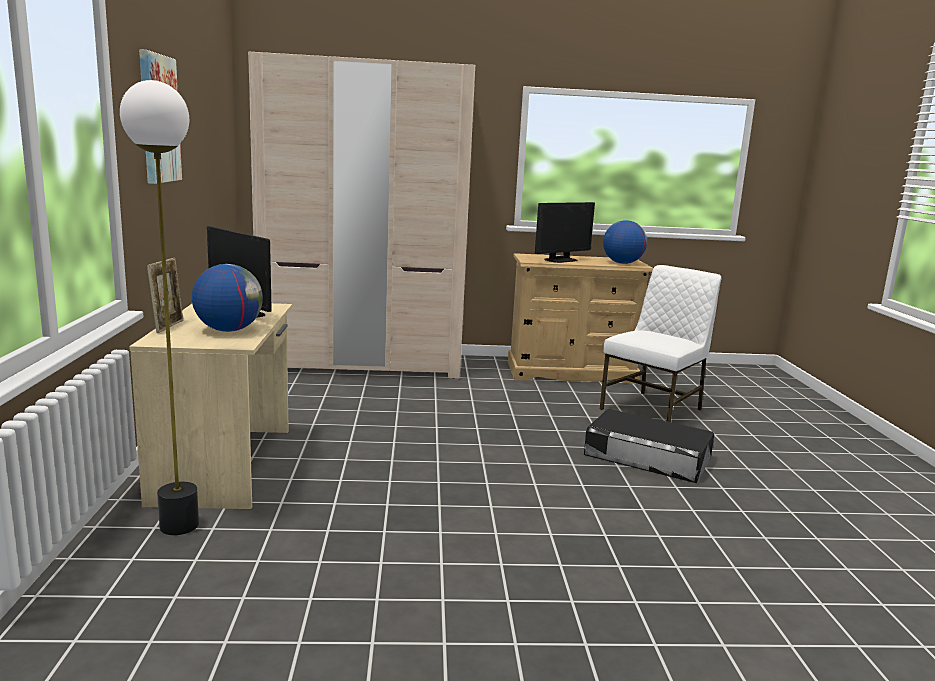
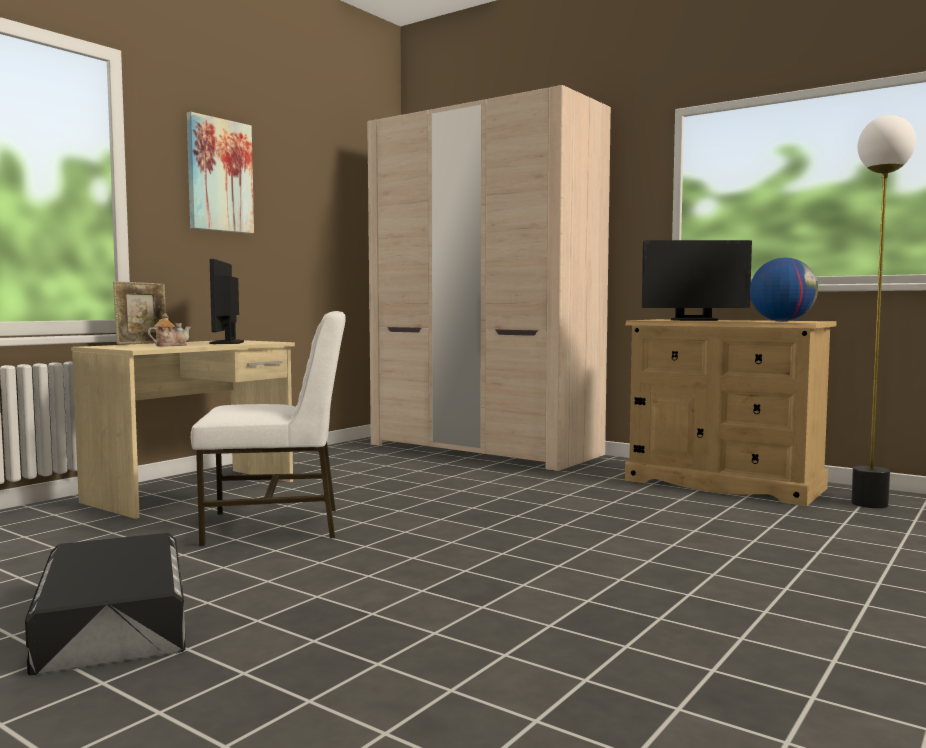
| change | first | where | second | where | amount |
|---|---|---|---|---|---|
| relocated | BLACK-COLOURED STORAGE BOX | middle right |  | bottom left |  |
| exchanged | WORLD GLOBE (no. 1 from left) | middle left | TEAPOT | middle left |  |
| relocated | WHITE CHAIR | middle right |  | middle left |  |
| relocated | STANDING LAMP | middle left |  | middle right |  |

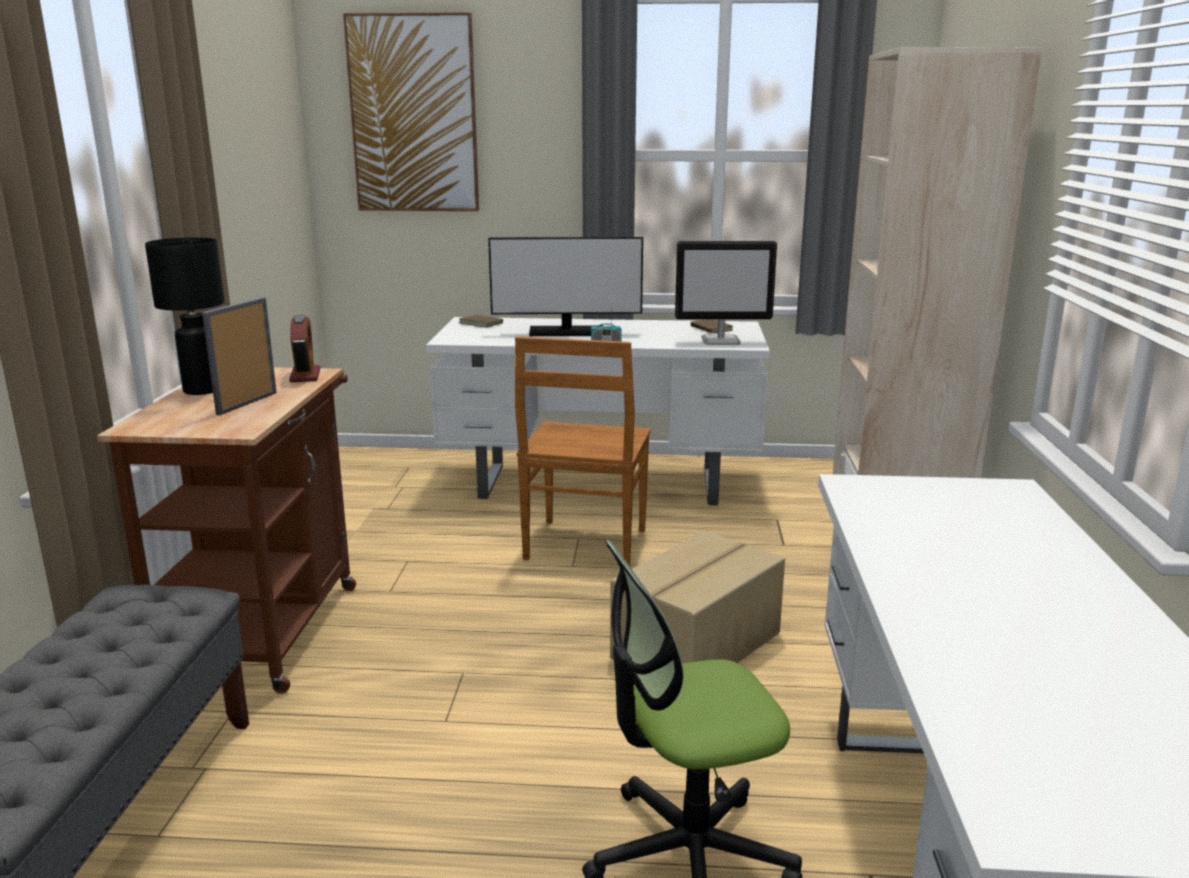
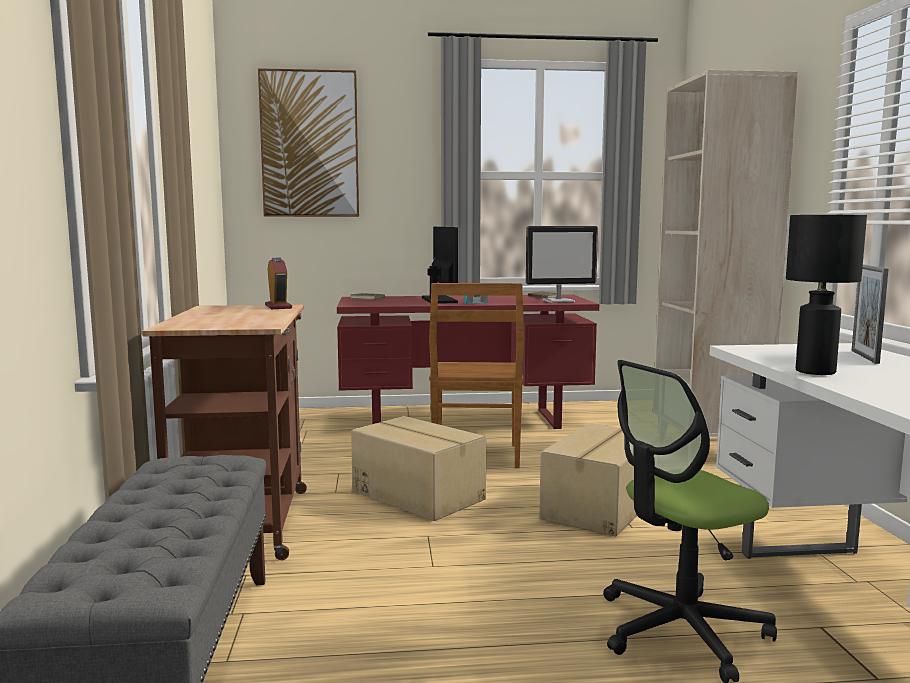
| change | first | where | second | where | amount |
|---|---|---|---|---|---|
| colour | WHITE DESK UNIT (no. 1 from left) | centre | RED-COLOURED DESK UNIT | centre |  |
| appeared |  |  | PACKING BOX (no. 1 from left) | bottom centre |  |
| spun | COMPUTER DISPLAY (no. 1 from left) | top centre |  | centre | 90 degrees counterclockwise |
| relocated | BLACK-COLOURED LAMP FOR A TABLE | middle left |  | middle right |  |
| relocated | PHOTO FRAME | middle left |  | middle right |  |

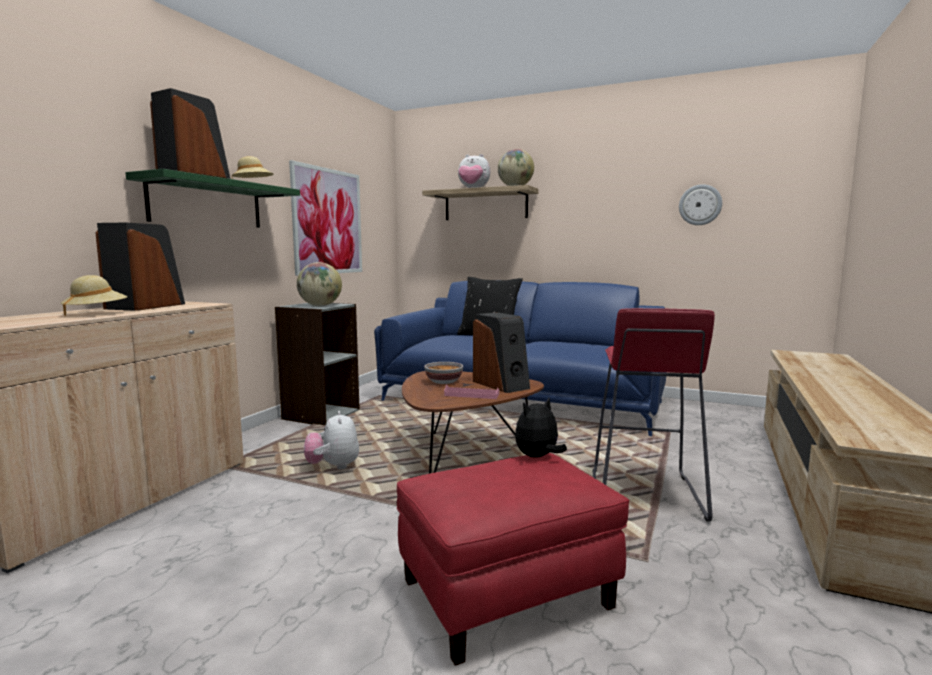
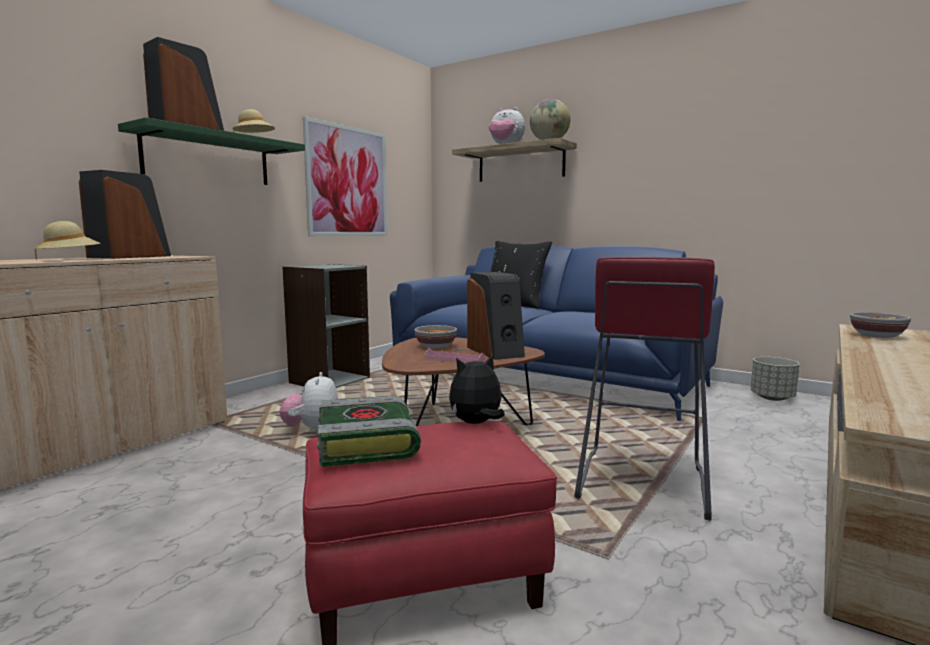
| change | first | where | second | where | amount |
|---|---|---|---|---|---|
| appeared |  |  | VOLUME | bottom centre |  |
| appeared |  |  | GREYISH PLANTER | middle right |  |
| appeared |  |  | BOWL (no. 2 from left) | middle right |  |
| missing | WORLD GLOBE (no. 1 from left) | centre |  |  |  |
| missing | WALL CLOCK | top right |  |  |  |

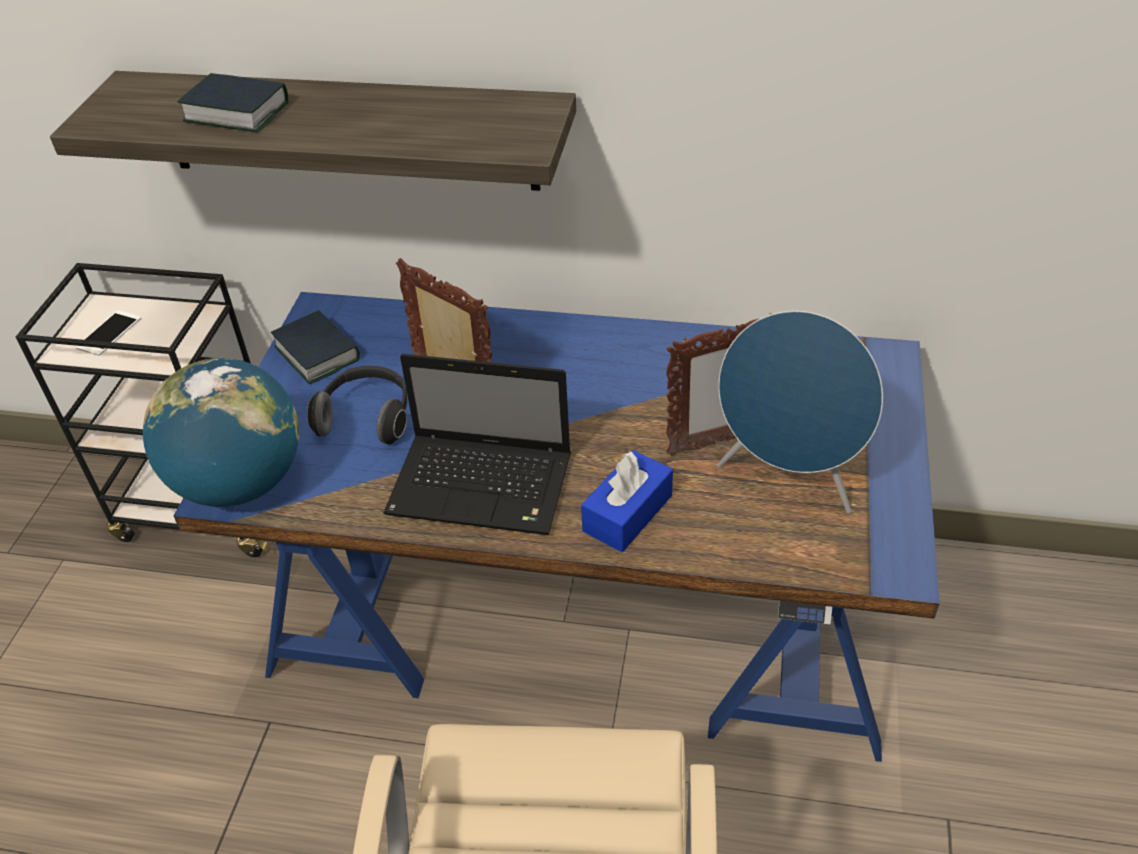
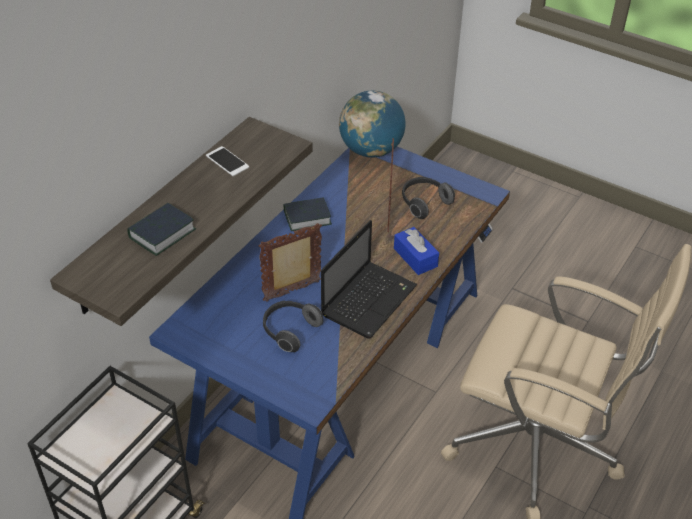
| change | first | where | second | where | amount |
|---|---|---|---|---|---|
| relocated | TELEPHONE | middle left |  | top left |  |
| relocated | VOLUME (no. 2 from left) | middle left |  | centre |  |
| relocated | WORLD GLOBE | middle left |  | top centre |  |
| exchanged | BLUE AUDIO SPEAKER | middle right | PAIR OF HEADPHONES (no. 2 from left) | centre |  |

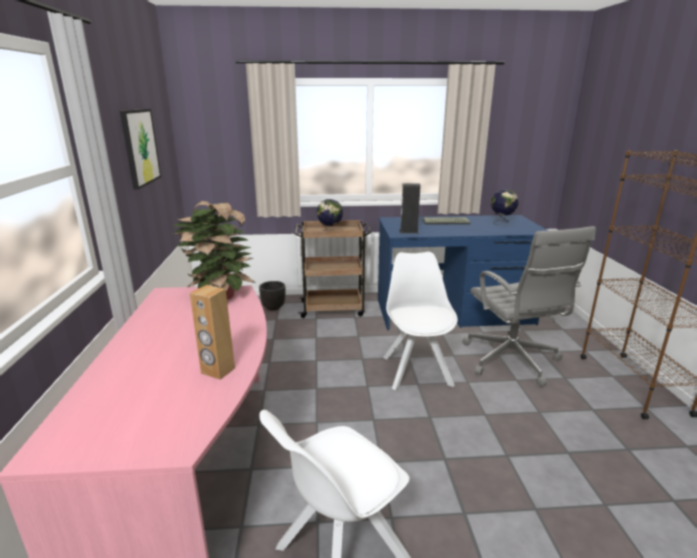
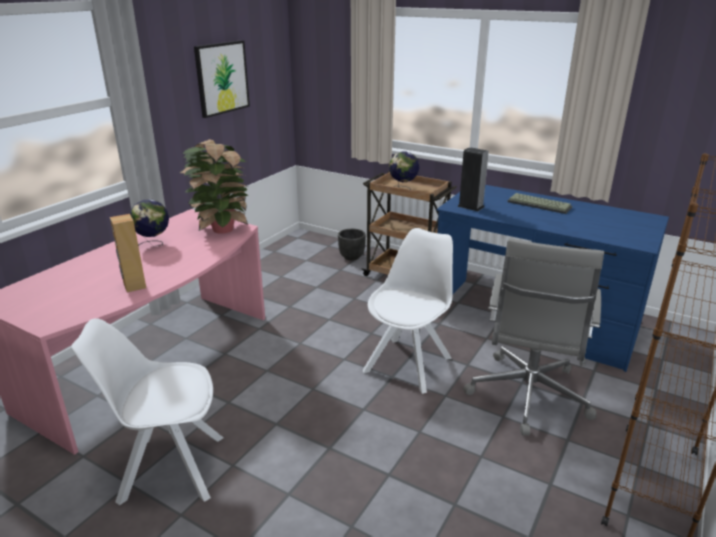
| change | first | where | second | where | amount |
|---|---|---|---|---|---|
| relocated | WORLD GLOBE (no. 2 from left in the first image) | middle right | WORLD GLOBE (no. 1 from left) | middle left |  |

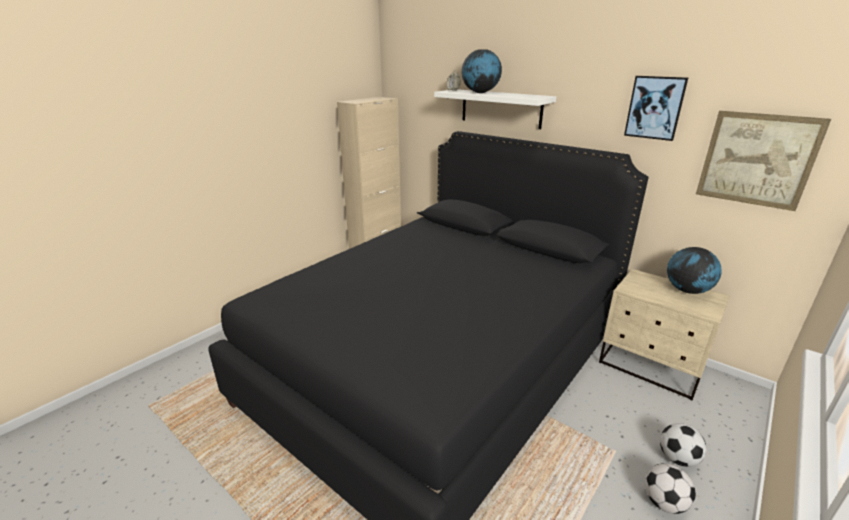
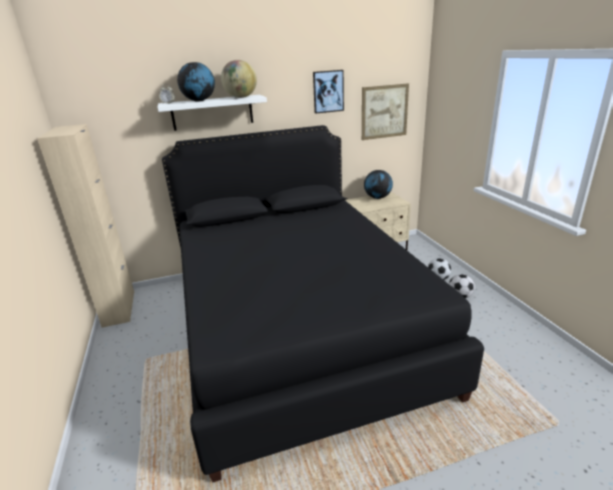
| change | first | where | second | where | amount |
|---|---|---|---|---|---|
| appeared |  |  | WORLD GLOBE (no. 2 from left) | top centre |  |

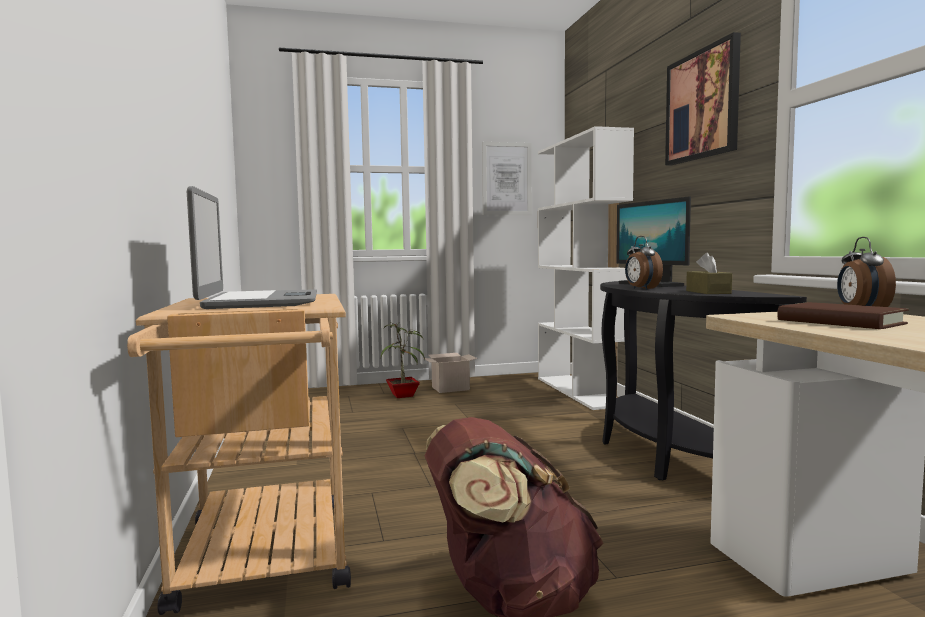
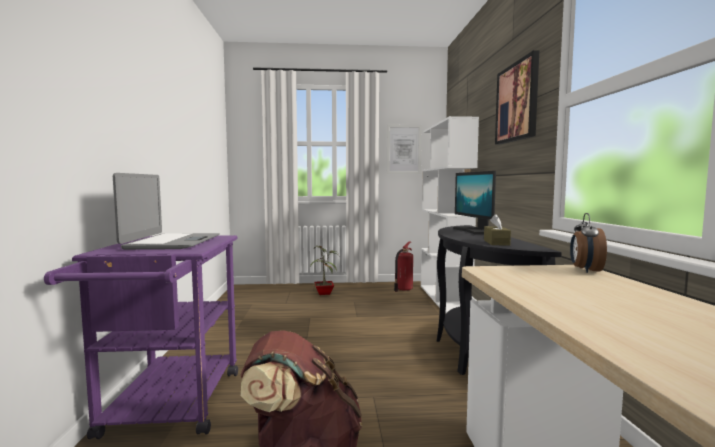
| change | first | where | second | where | amount |
|---|---|---|---|---|---|
| colour | BEIGE WHEELED CART | bottom left | PURPLISH WHEELED CART | bottom left |  |
| appeared |  |  | FIRE-FIGHTING CYLINDER | centre |  |
| missing | PACKING BOX | centre |  |  |  |
| missing | BEDSIDE CLOCK (no. 1 from left) | middle right |  |  |  |
| missing | BROWN-COLOURED VOLUME | middle right |  |  |  |

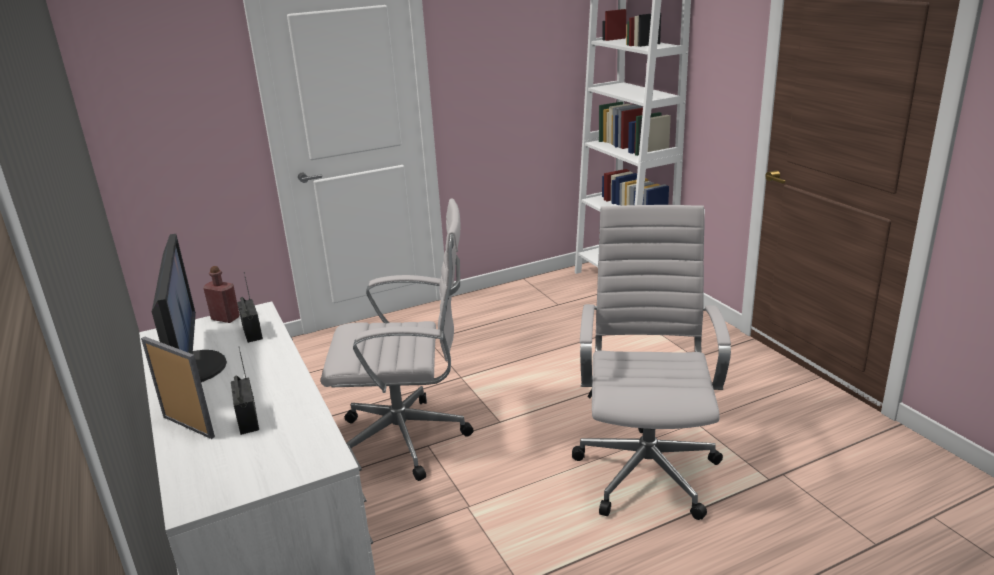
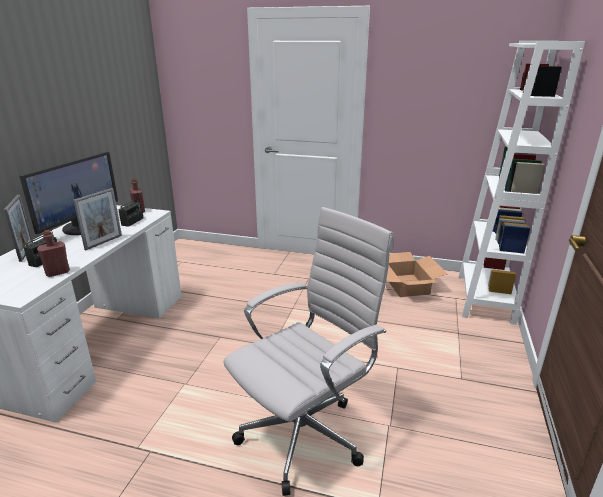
| change | first | where | second | where | amount |
|---|---|---|---|---|---|
| appeared |  |  | RED-COLOURED BOTTLE (no. 1 from left) | middle left |  |
| appeared |  |  | PHOTO FRAME (no. 2 from left) | middle left |  |
| appeared |  |  | PACKING BOX | middle right |  |
| missing | WHITE COMPUTER CHAIR (no. 1 from left) | centre |  |  |  |

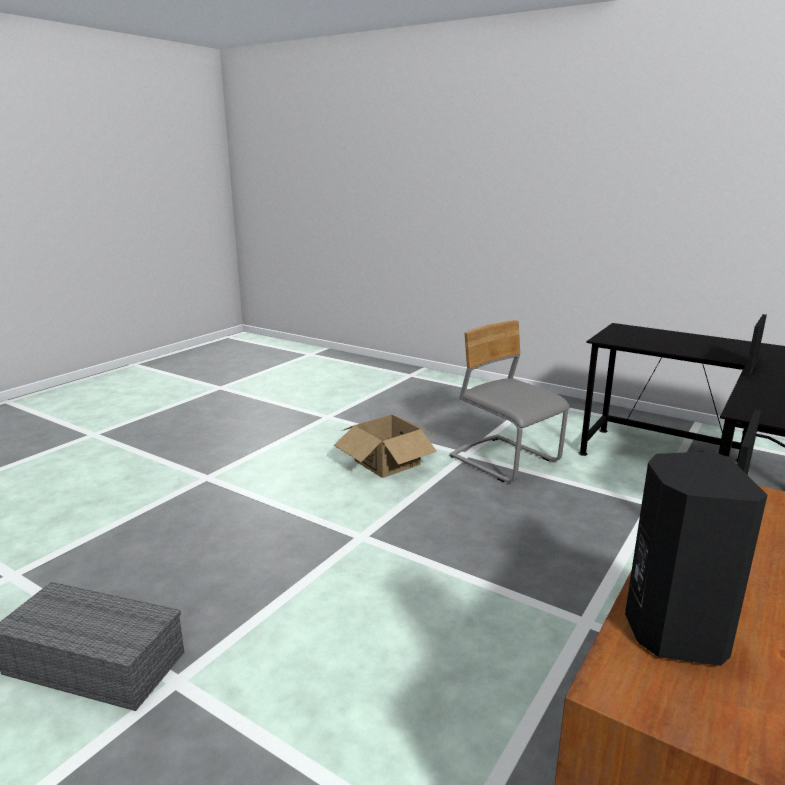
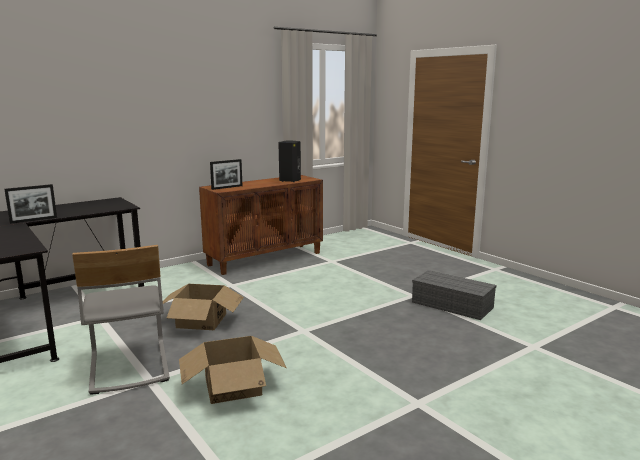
| change | first | where | second | where | amount |
|---|---|---|---|---|---|
| appeared |  |  | PACKING BOX (no. 1 from left) | bottom left |  |

